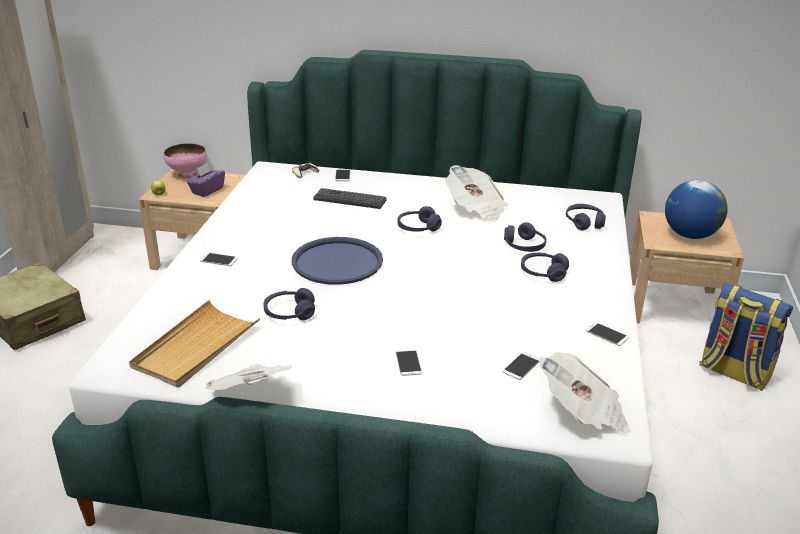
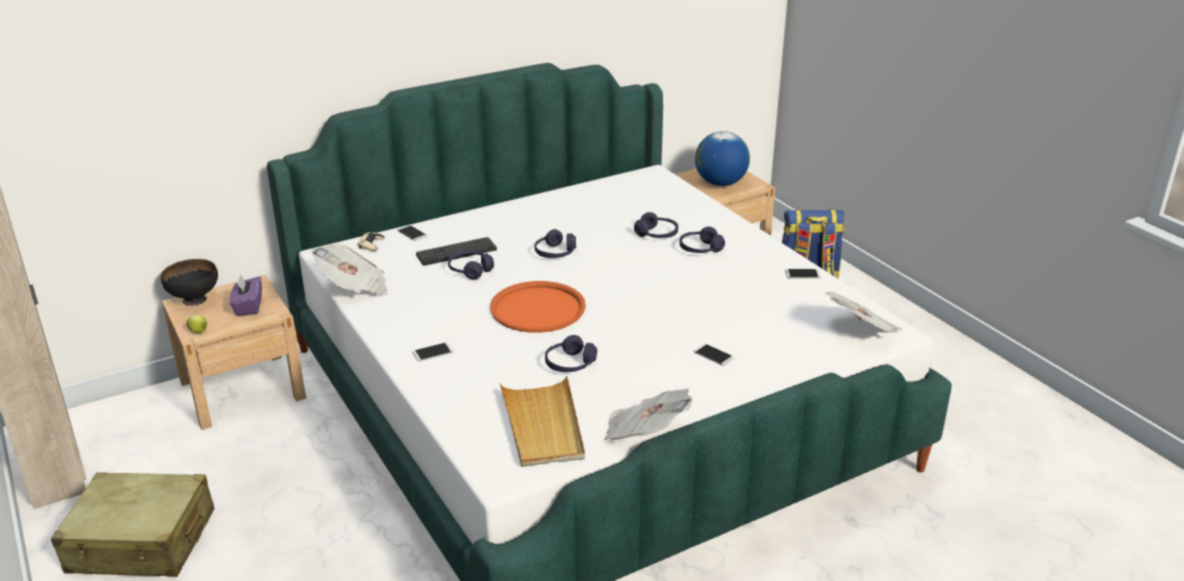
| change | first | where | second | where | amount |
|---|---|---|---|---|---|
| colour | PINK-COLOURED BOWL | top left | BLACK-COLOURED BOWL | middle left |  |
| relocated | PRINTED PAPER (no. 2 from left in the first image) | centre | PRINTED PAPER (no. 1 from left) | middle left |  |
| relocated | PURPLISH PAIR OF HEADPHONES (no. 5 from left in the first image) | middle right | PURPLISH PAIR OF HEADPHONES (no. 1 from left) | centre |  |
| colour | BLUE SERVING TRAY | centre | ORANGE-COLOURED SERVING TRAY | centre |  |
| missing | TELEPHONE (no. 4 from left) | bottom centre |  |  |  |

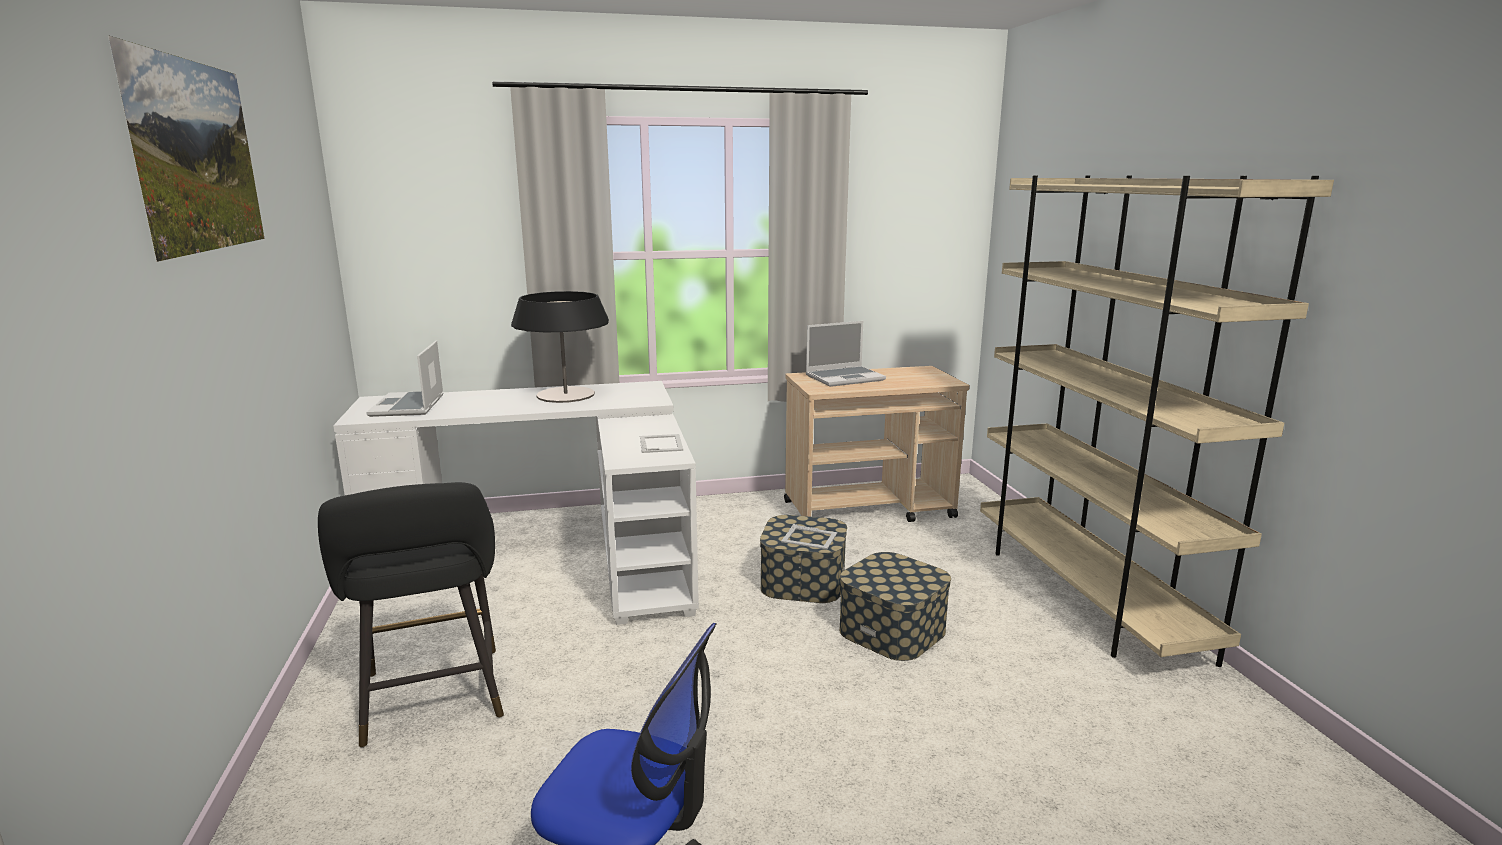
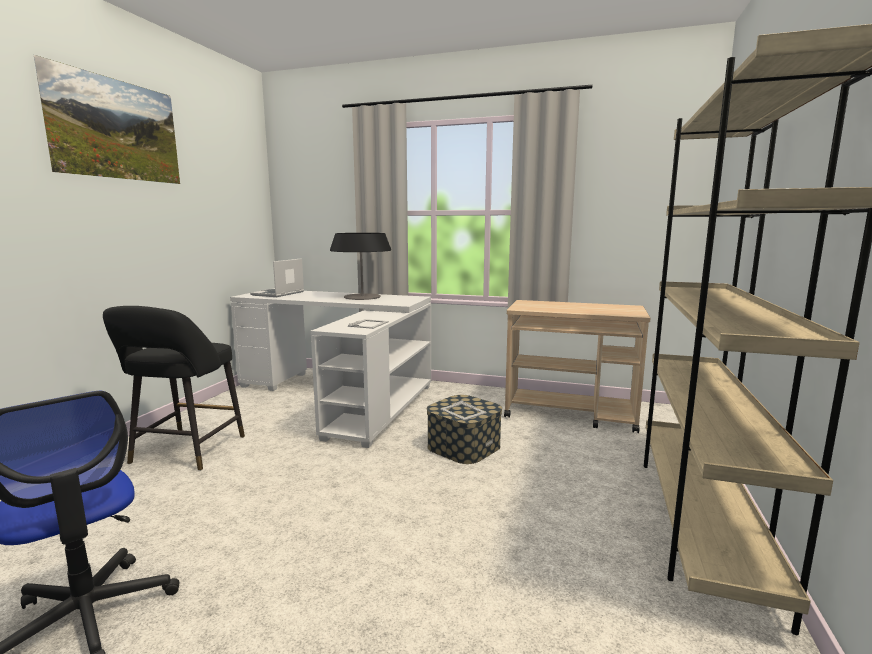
| change | first | where | second | where | amount |
|---|---|---|---|---|---|
| missing | LAPTOP (no. 2 from left) | centre |  |  |  |
| missing | STORAGE BOX (no. 2 from left) | bottom centre |  |  |  |

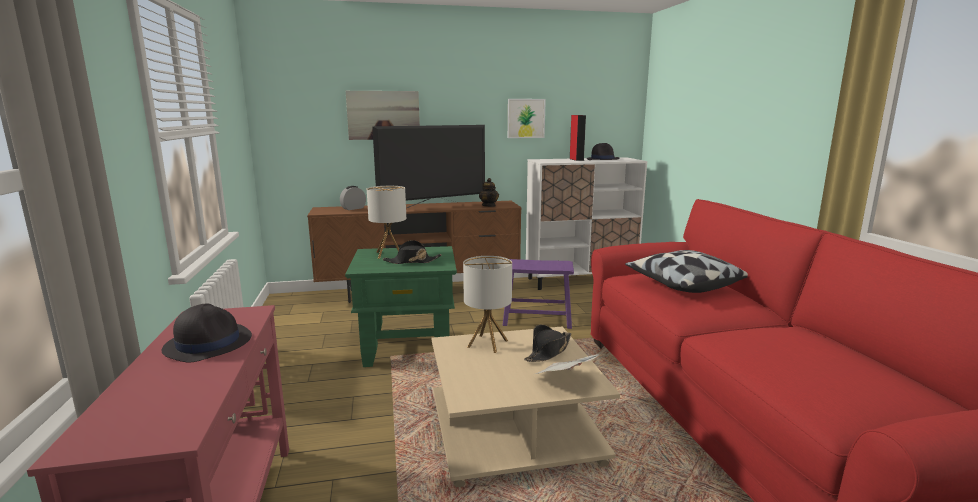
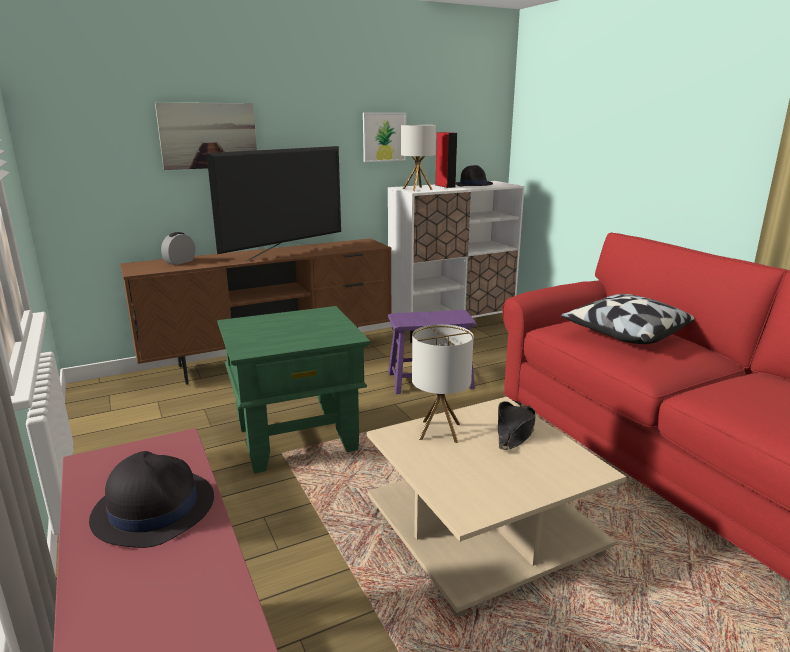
| change | first | where | second | where | amount |
|---|---|---|---|---|---|
| relocated | LAMP FOR A TABLE (no. 1 from left) | centre |  | top centre |  |
| missing | BLACK-COLOURED HAT (no. 2 from left) | centre |  |  |  |
| missing | TEAPOT | centre |  |  |  |
| missing | PRINTED PAPER | bottom centre |  |  |  |

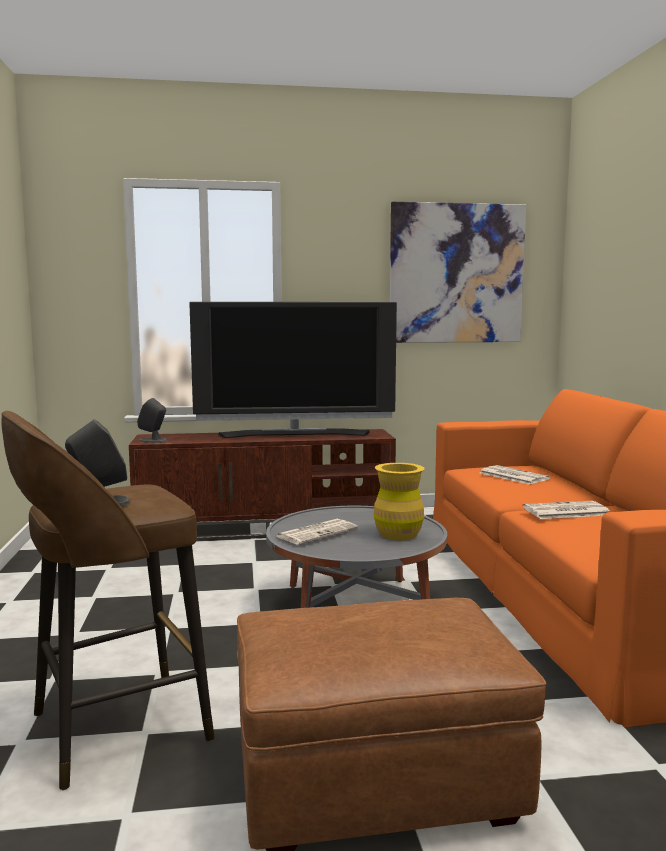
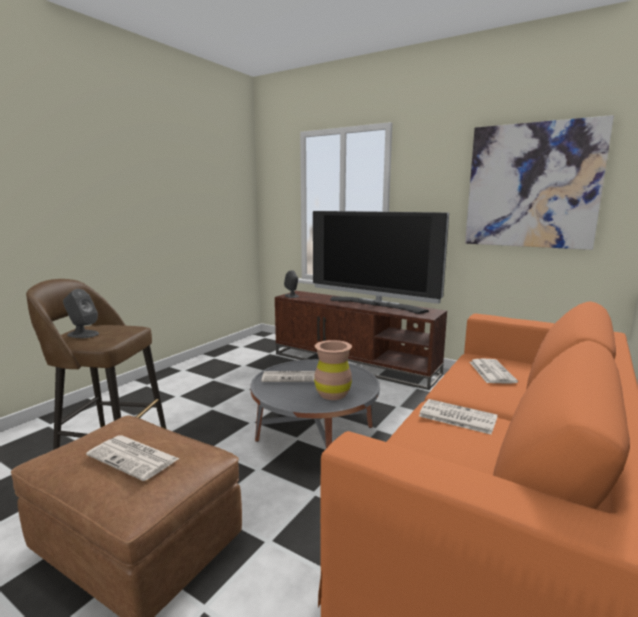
| change | first | where | second | where | amount |
|---|---|---|---|---|---|
| appeared |  |  | PRINTED PAPER (no. 1 from left) | bottom left |  |
| colour | YELLOW VASE | centre | BROWN-COLOURED VASE | centre |  |

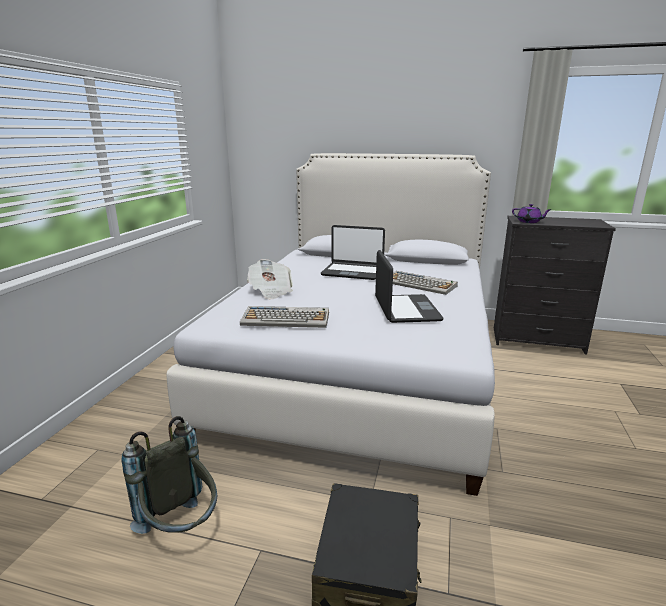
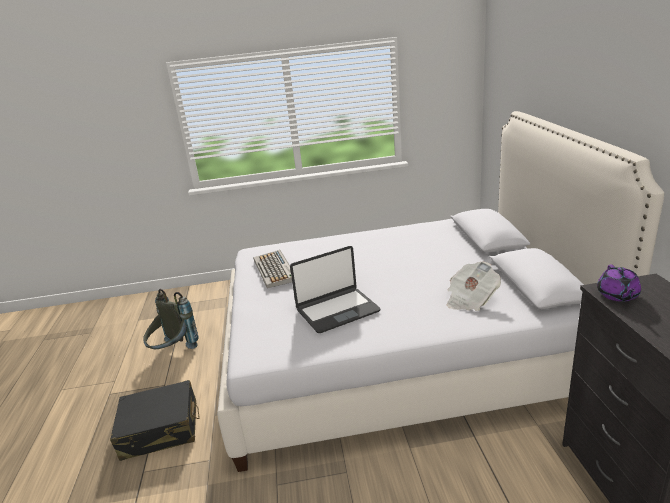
| change | first | where | second | where | amount |
|---|---|---|---|---|---|
| relocated | PRINTED PAPER | centre |  | middle right |  |
| missing | LAPTOP (no. 1 from left) | centre |  |  |  |
| missing | COMPUTER KEYBOARD (no. 2 from left) | centre |  |  |  |

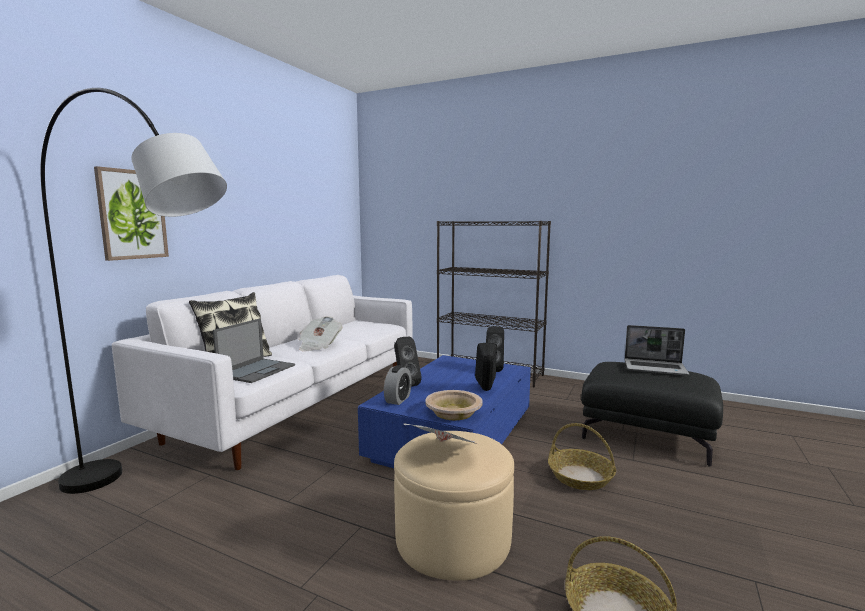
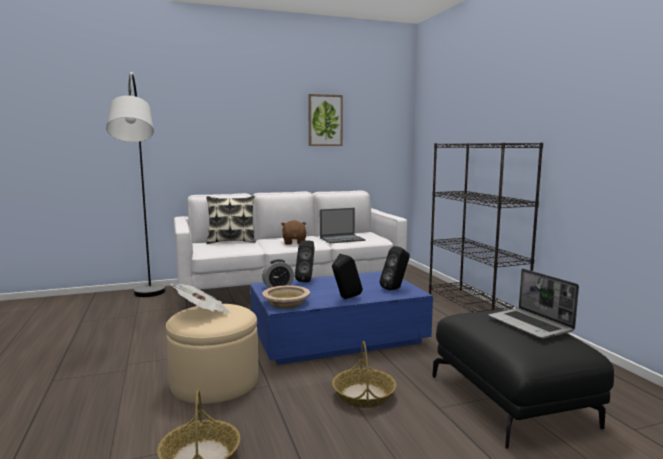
| change | first | where | second | where | amount |
|---|---|---|---|---|---|
| exchanged | PRINTED PAPER (no. 1 from left) | centre | BROWN-COLOURED CUDDLY TOY | centre |  |
| relocated | WALL ART | middle left |  | top centre |  |
| relocated | LAPTOP (no. 1 from left) | middle left |  | centre |  |

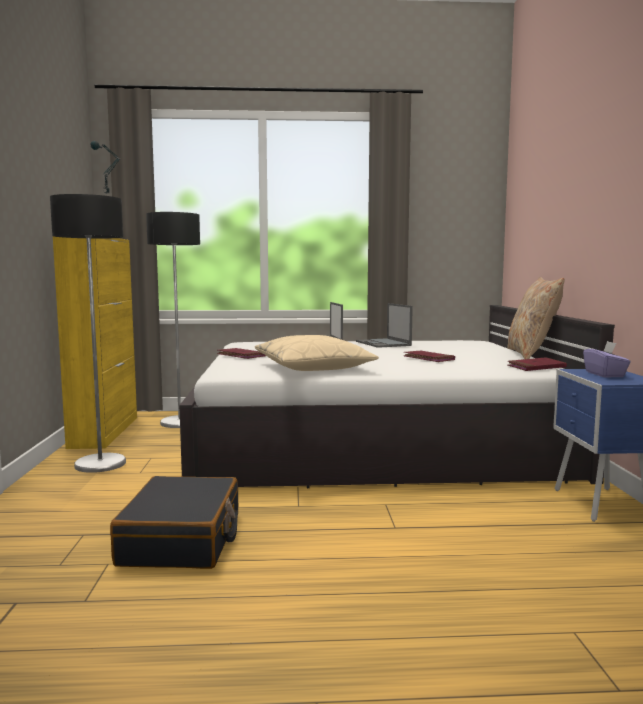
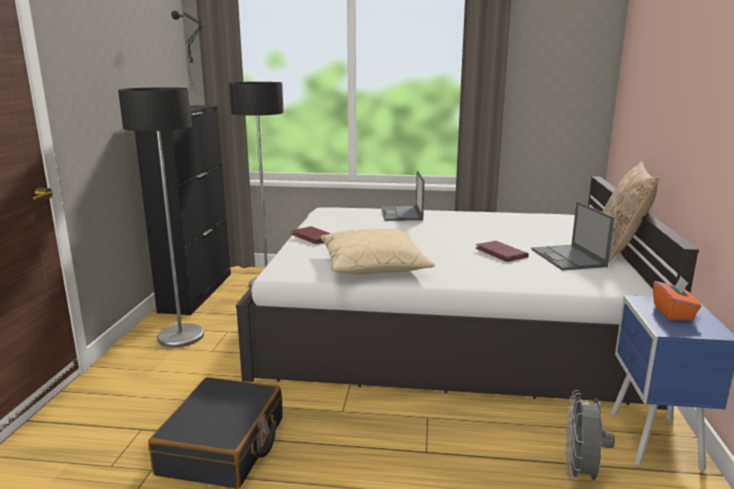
| change | first | where | second | where | amount |
|---|---|---|---|---|---|
| colour | YELLOW STORAGE CABINET | middle left | BLACK-COLOURED STORAGE CABINET | middle left |  |
| relocated | LAPTOP (no. 2 from left) | centre |  | middle right |  |
| appeared |  |  | GREYISH FAN | bottom right |  |
| colour | PURPLISH TISSUE BOX | middle right | ORANGE-COLOURED TISSUE BOX | middle right |  |
| missing | RED-COLOURED VOLUME (no. 3 from left) | middle right |  |  |  |

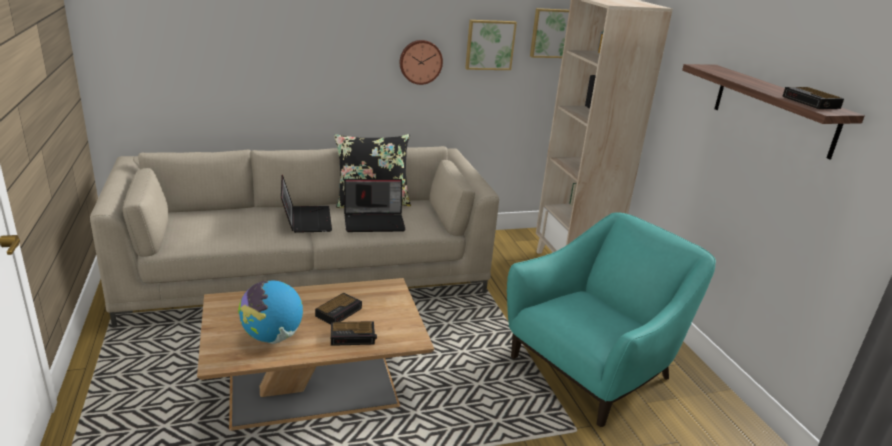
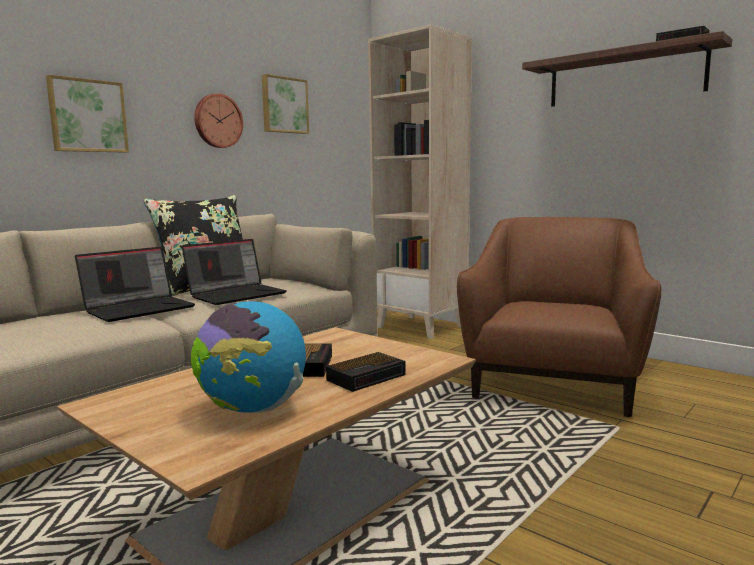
| change | first | where | second | where | amount |
|---|---|---|---|---|---|
| relocated | WALL ART (no. 2 from left in the first image) | top centre | WALL ART (no. 1 from left) | top left |  |
| spun | LAPTOP (no. 1 from left) | centre |  | middle left | 90 degrees clockwise |
| colour | BLUE-GREEN ARMCHAIR | bottom right | BROWN-COLOURED ARMCHAIR | middle right |  |

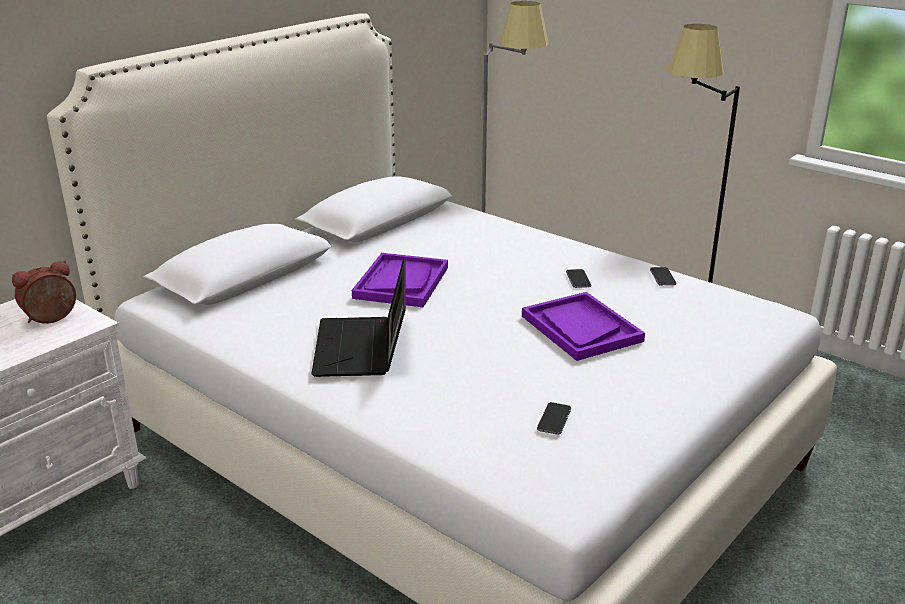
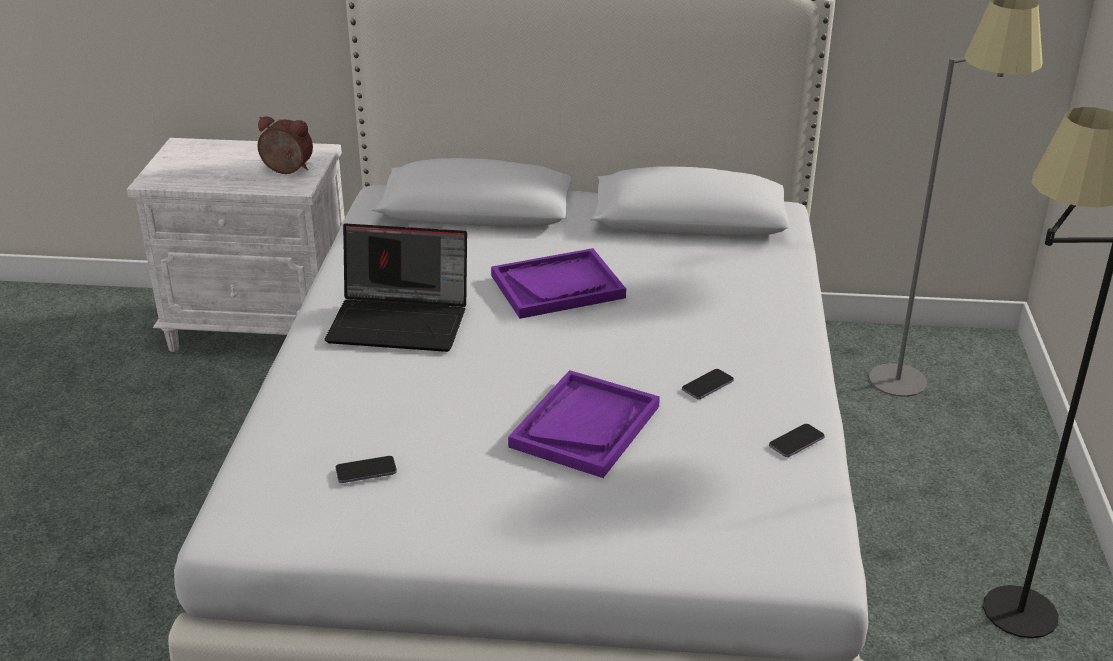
| change | first | where | second | where | amount |
|---|---|---|---|---|---|
| spun | LAPTOP | centre |  | centre | 135 degrees counterclockwise |

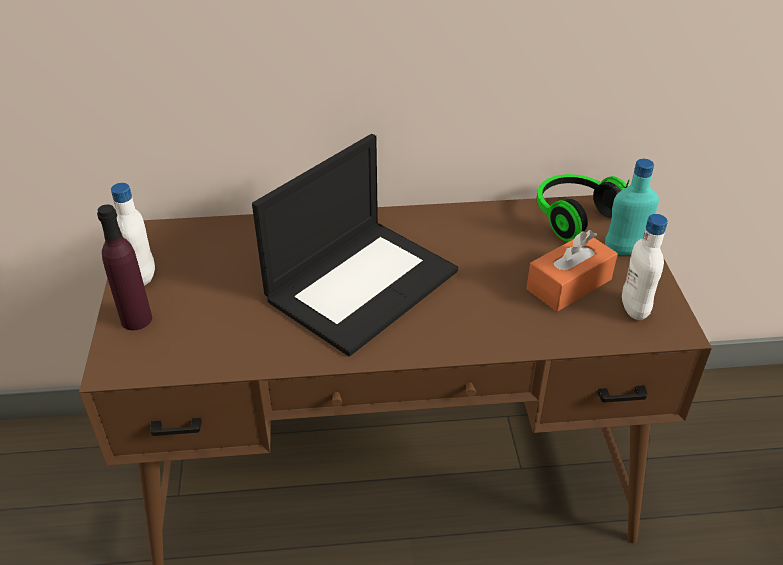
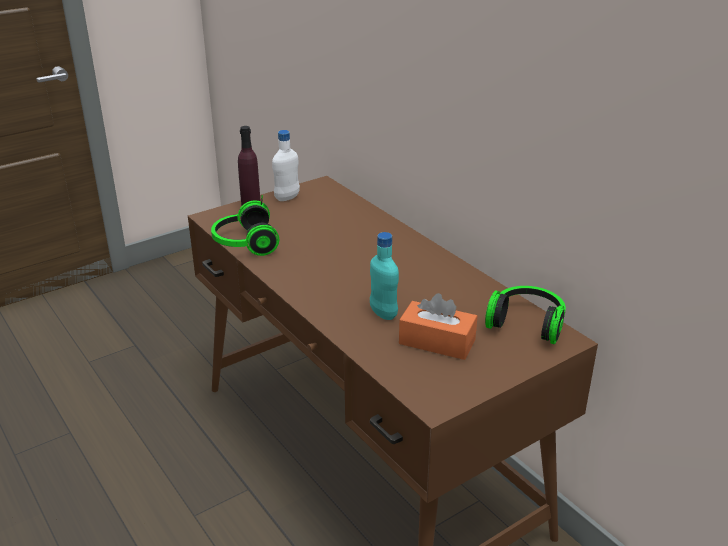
| change | first | where | second | where | amount |
|---|---|---|---|---|---|
| appeared |  |  | PAIR OF HEADPHONES (no. 1 from left) | centre |  |
| relocated | BLUE-GREEN BOTTLE | middle right |  | centre |  |
| missing | LAPTOP | centre |  |  |  |
| missing | WHITE BOTTLE (no. 2 from left) | middle right |  |  |  |

